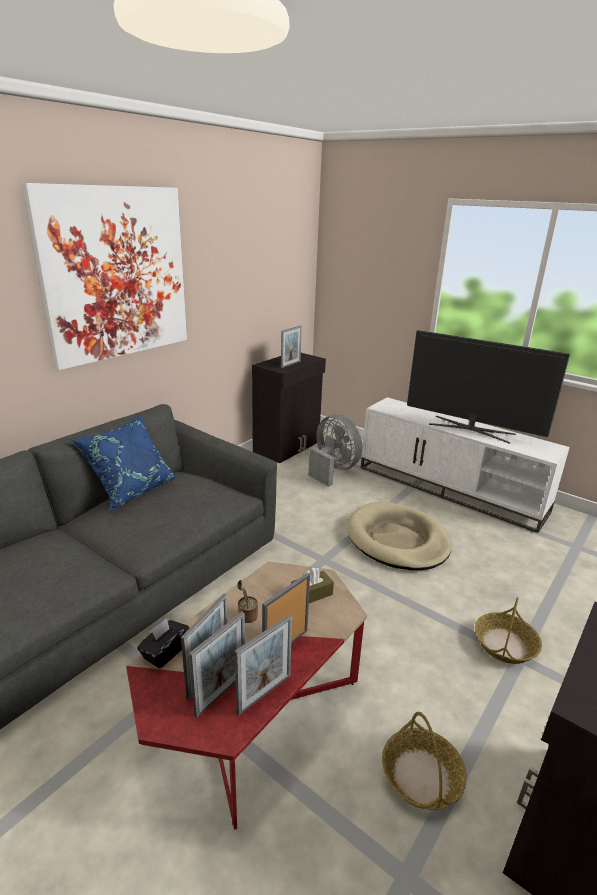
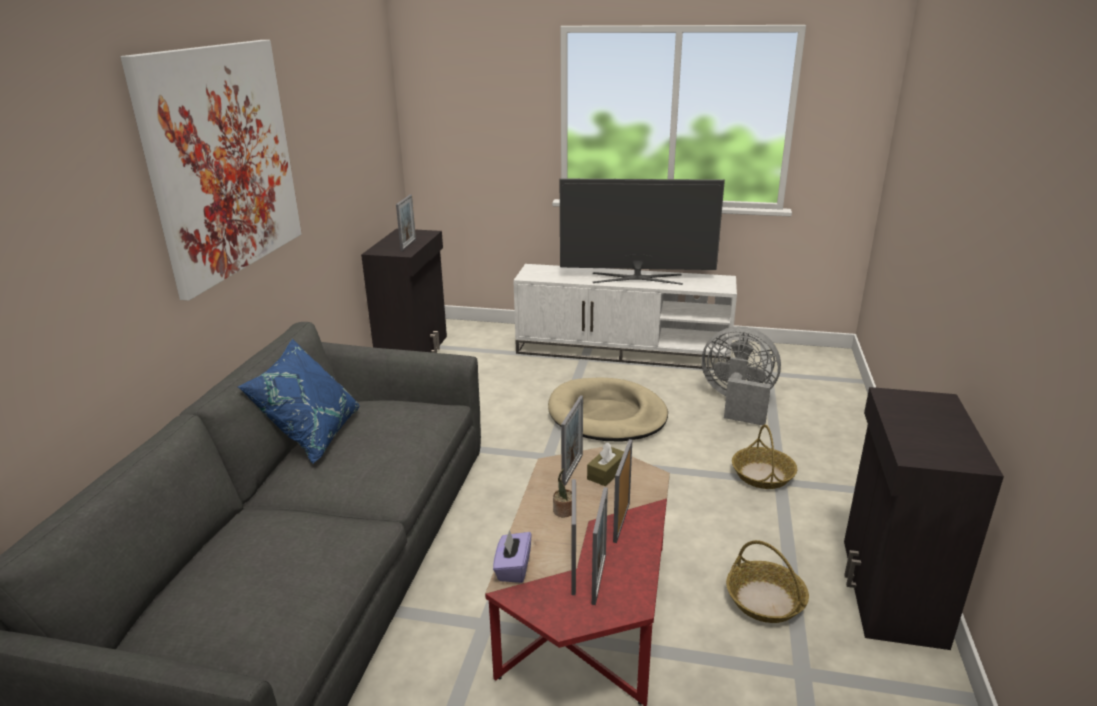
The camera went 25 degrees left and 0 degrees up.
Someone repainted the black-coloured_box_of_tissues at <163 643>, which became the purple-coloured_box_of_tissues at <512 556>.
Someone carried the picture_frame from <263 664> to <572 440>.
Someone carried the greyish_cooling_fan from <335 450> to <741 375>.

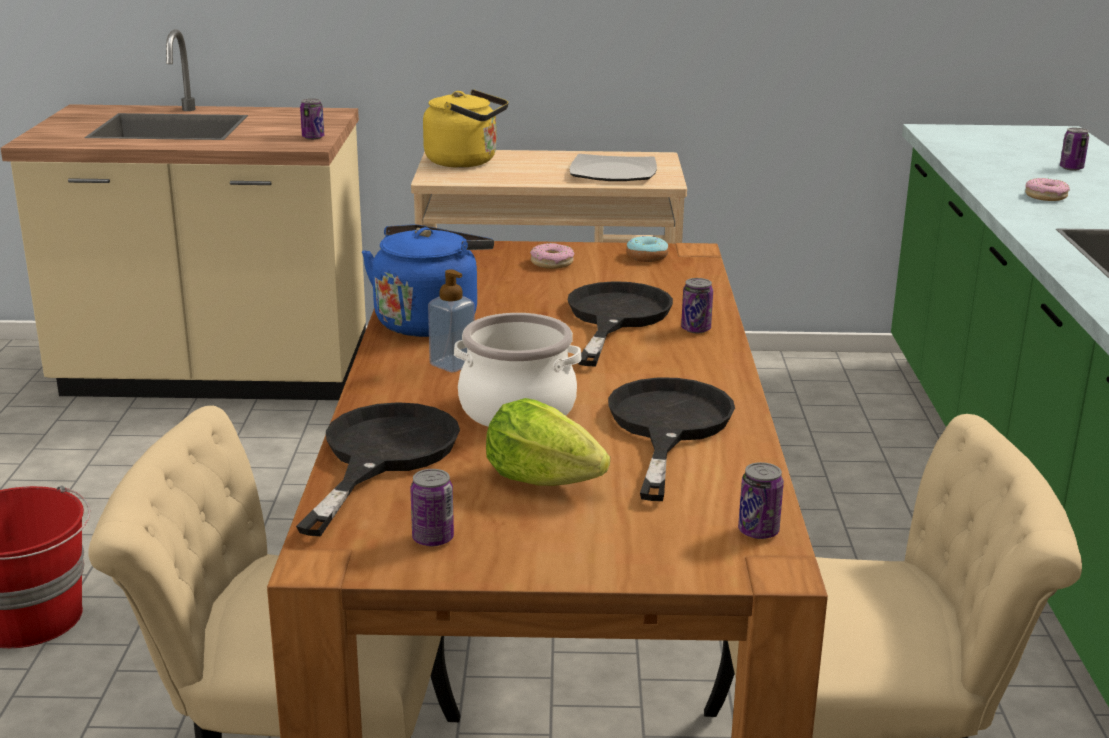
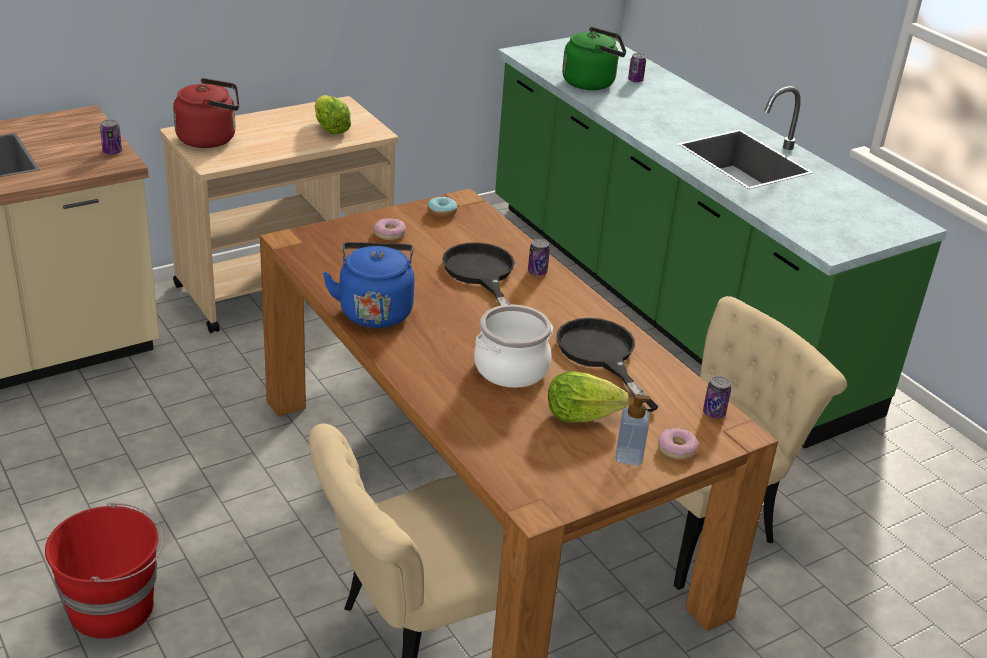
The camera went 35 degrees left and 10 degrees up.
Someone repainted the yellow-coloured_water_kettle at <466 128>, which became the reddish_water_kettle at <206 113>.
Someone swapped the plate at <613 167> for the lettuce_head at <333 114>.
Someone put down the greenish_water_kettle at <594 58>.
Someone carried the liquid_soap_bottle from <451 321> to <632 430>.
Someone carried the doughnut from <1047 189> to <678 444>.
Someone took away the black-coloured_skillet at <378 469>.
Someone took away the metal_can at <432 507>.

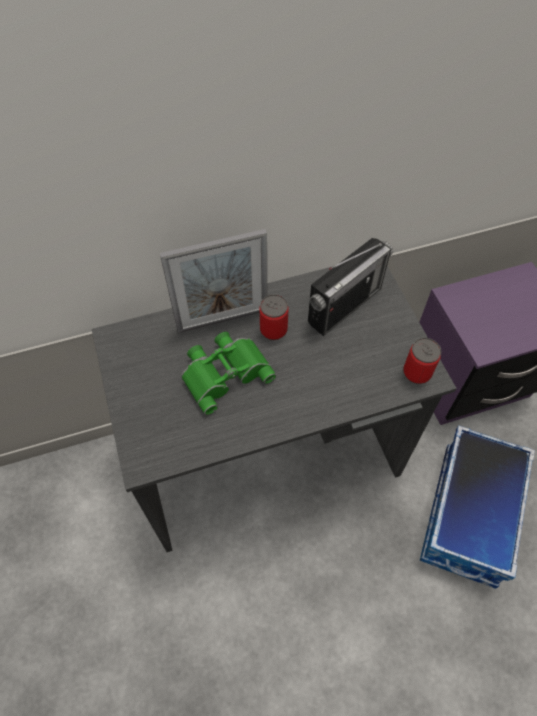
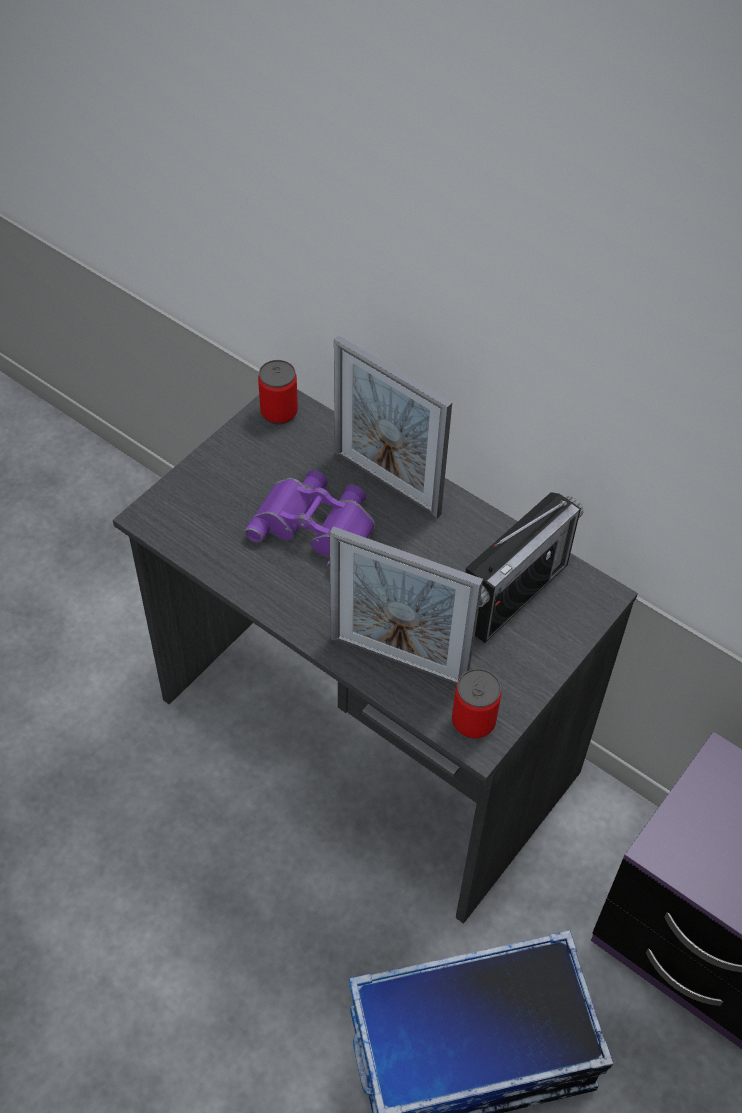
The camera went 55 degrees right and 5 degrees down.
Someone repainted the greenish_binoculars at <228 373>, which became the purple-coloured_binoculars at <310 520>.
Someone carried the metal_can from <274 317> to <278 392>.
Someone put down the picture_frame at <406 606>.
Someone rotated the radio_set at <350 287> by 60 degrees counterclockwise.

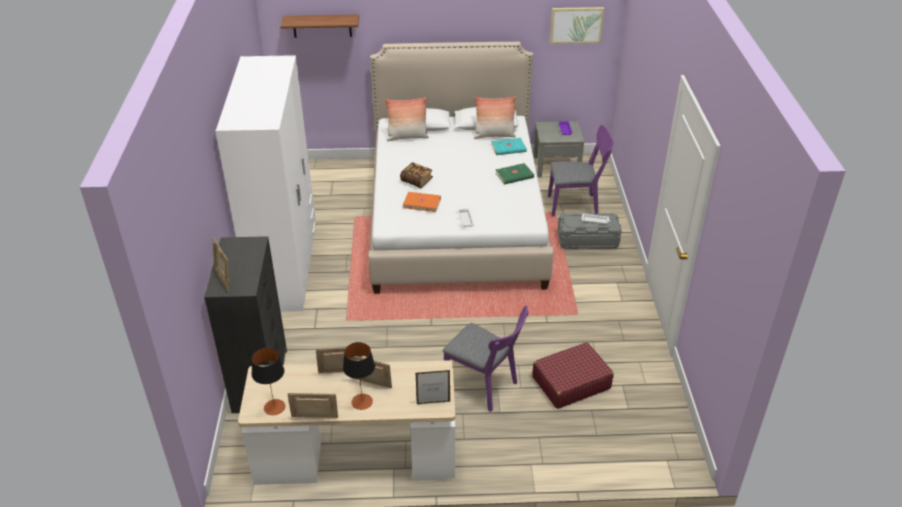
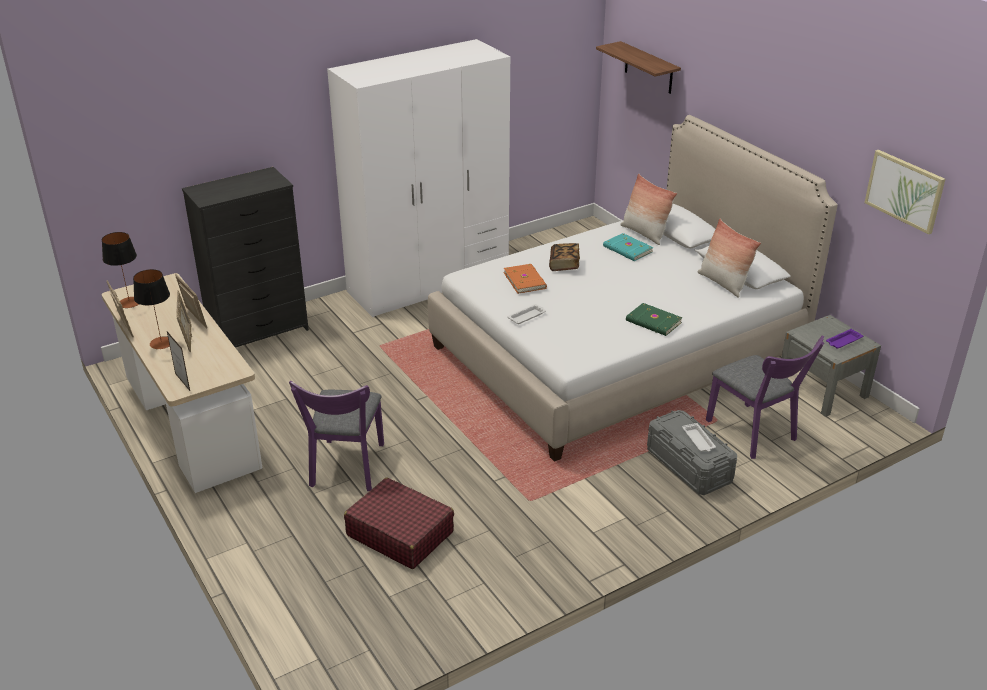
The camera went 60 degrees right and 5 degrees down.
Someone carried the turquoise_volume from <509 146> to <628 247>.
Someone took away the picture_frame at <220 264>.

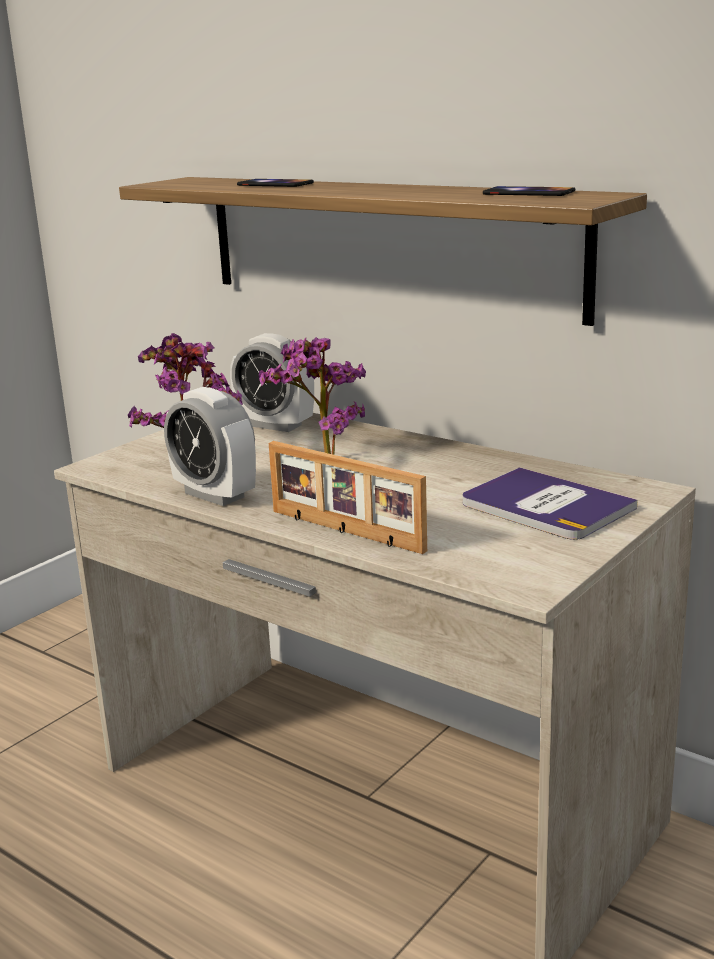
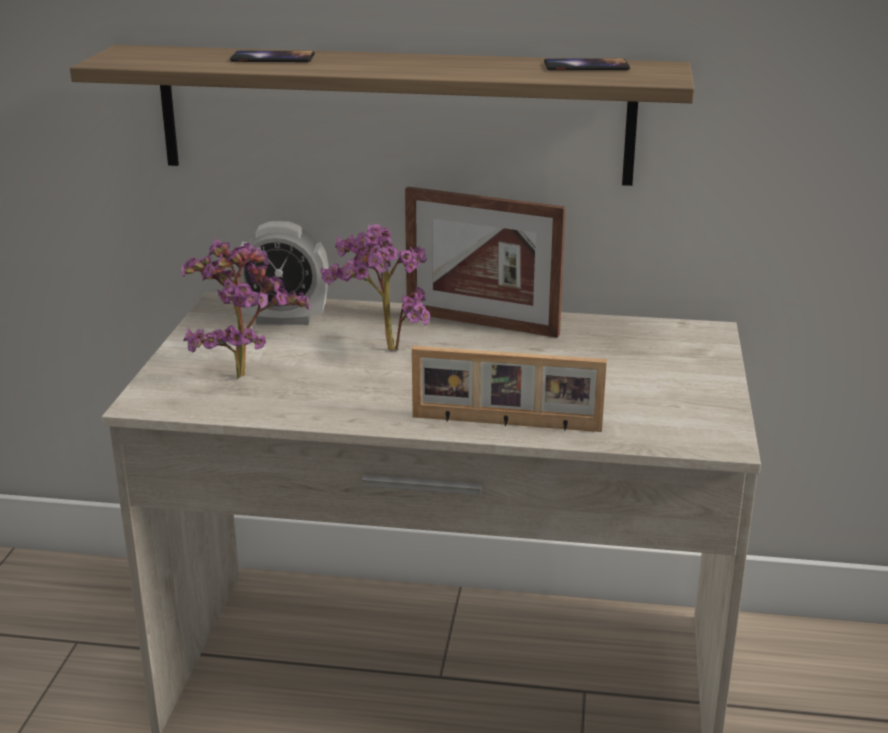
The camera went 30 degrees left and 5 degrees up.
Someone put down the picture_frame at <485 262>.
Someone took away the table_clock at <210 446>.
Someone took away the volume at <550 503>.

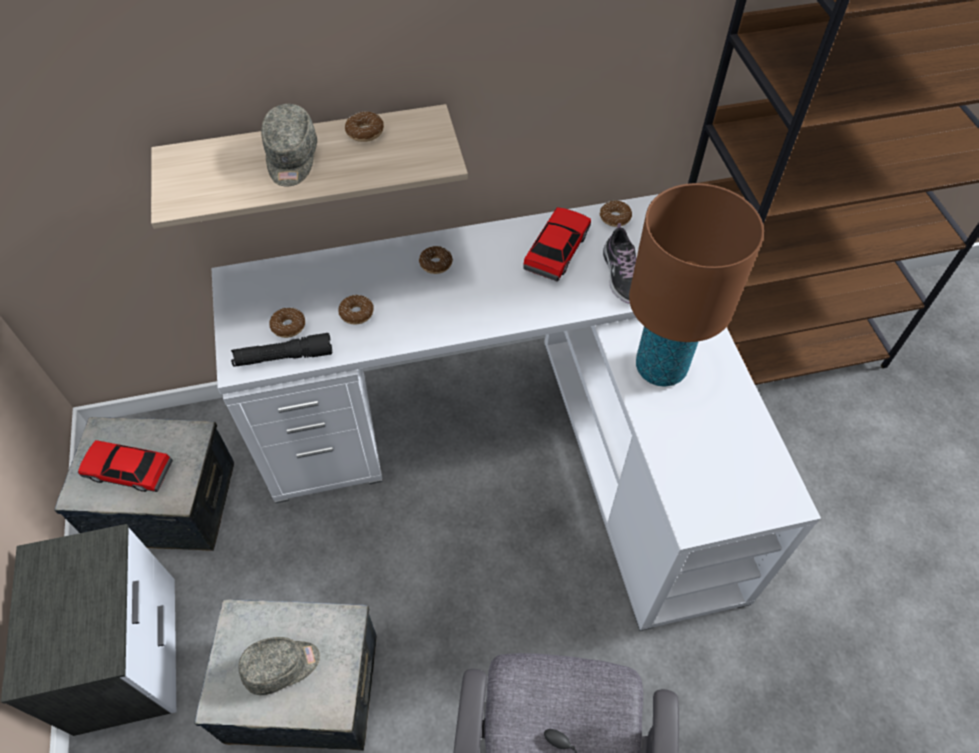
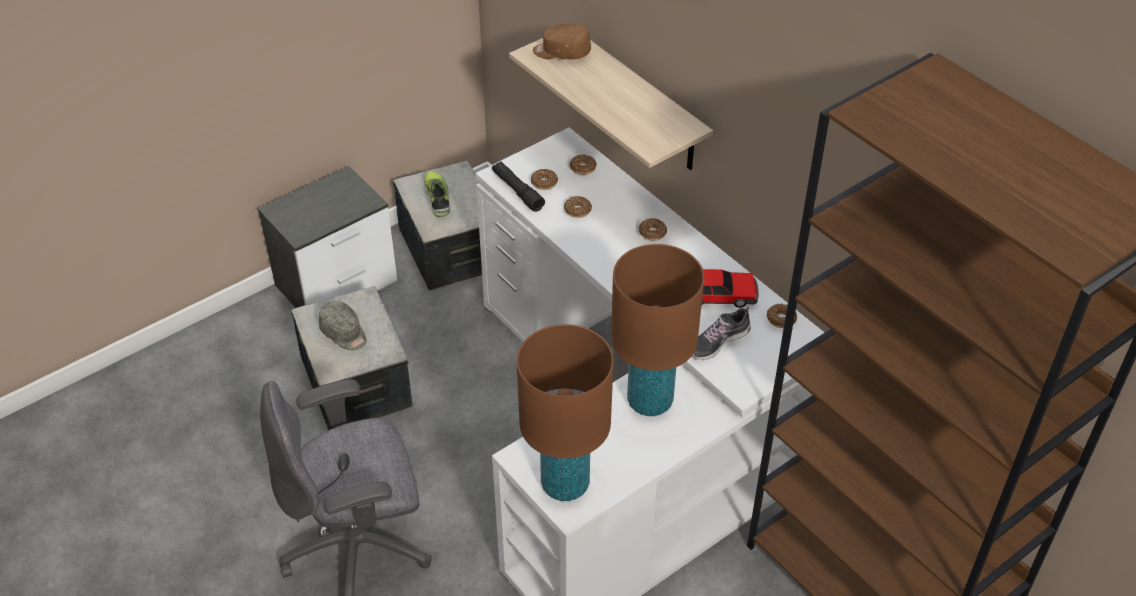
The camera went 65 degrees right and 10 degrees down.
Someone swapped the miniature_car at <125 466> for the low_shoe at <437 194>.
Someone put down the brown-coloured_table_lamp at <565 412>.
Someone put down the brown-coloured_peaked_cap at <562 41>.
Someone carried the doughnut from <364 126> to <583 164>.
Someone took away the greyish_peaked_cap at <289 145>.

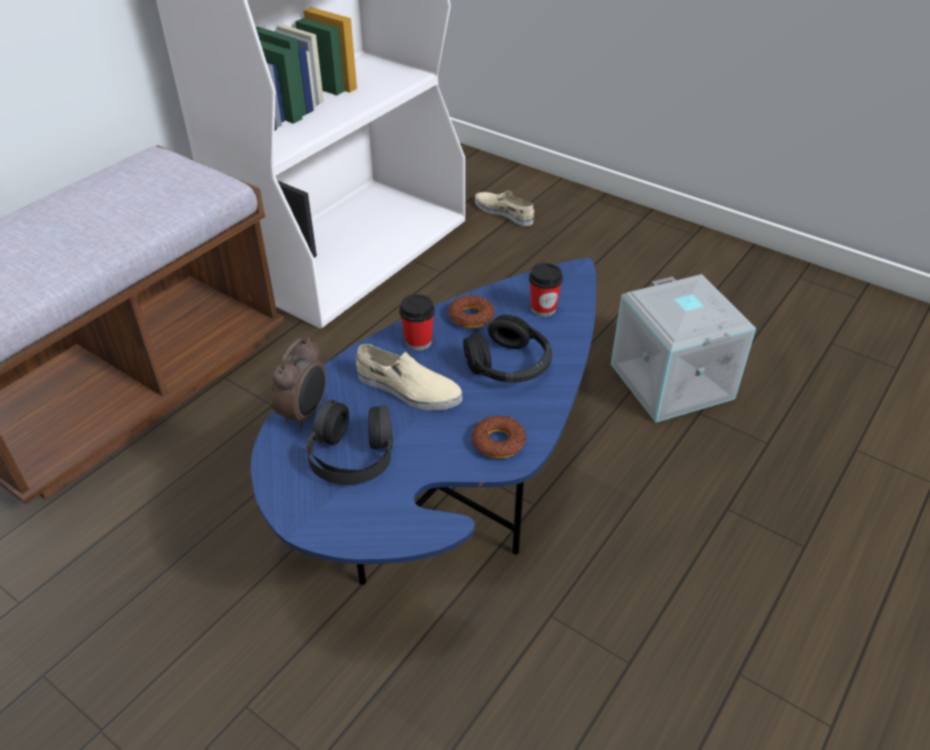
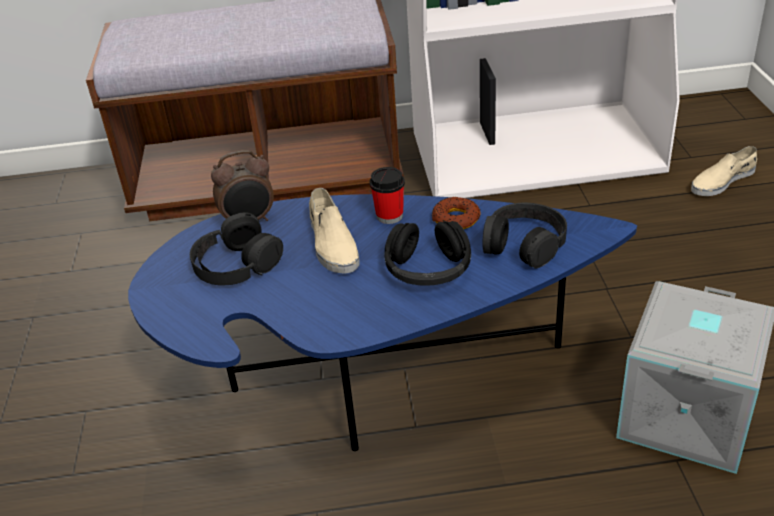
The camera went 50 degrees right and 5 degrees down.
Someone swapped the small_cup at <546 290> for the black-coloured_headphones at <524 235>.
Someone rotated the beige_low_shoe at <504 208> by 120 degrees counterclockwise.
Someone took away the doughnut at <498 437>.

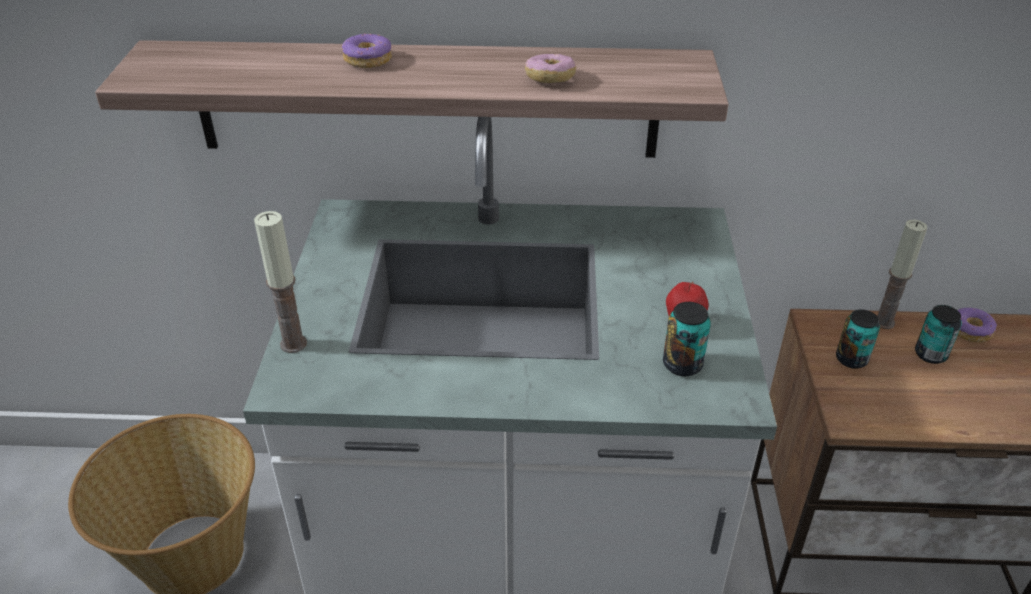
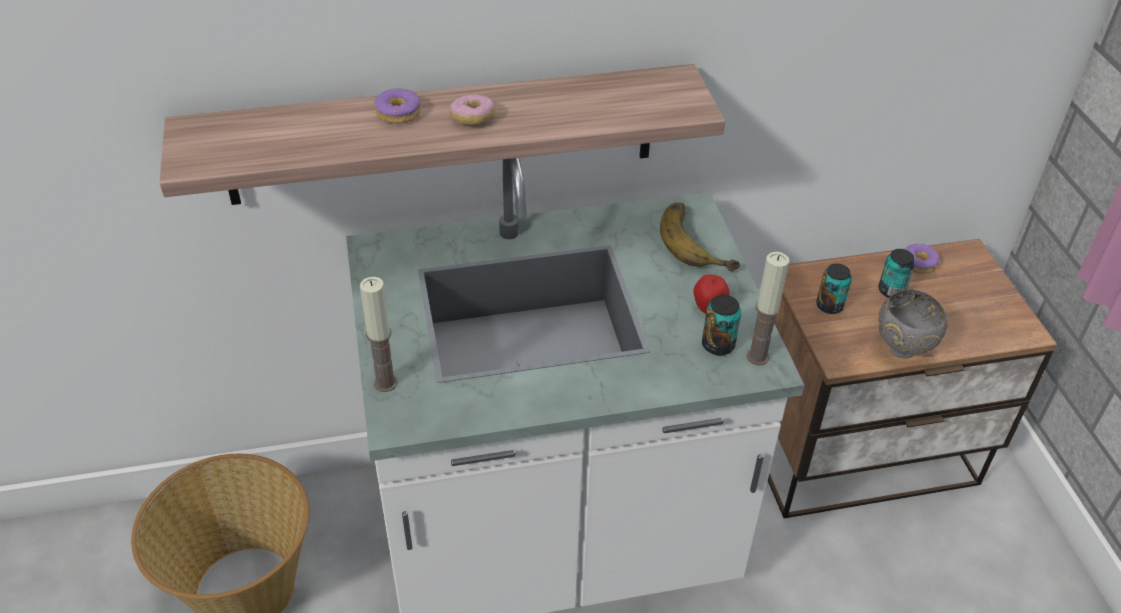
The camera went 15 degrees left and 5 degrees up.
Someone carried the doughnut from <550 68> to <472 109>.
Someone put down the banana at <700 236>.
Someone carried the wax_light from <902 274> to <767 308>.
Someone put down the greyish_deep_dish at <912 324>.

